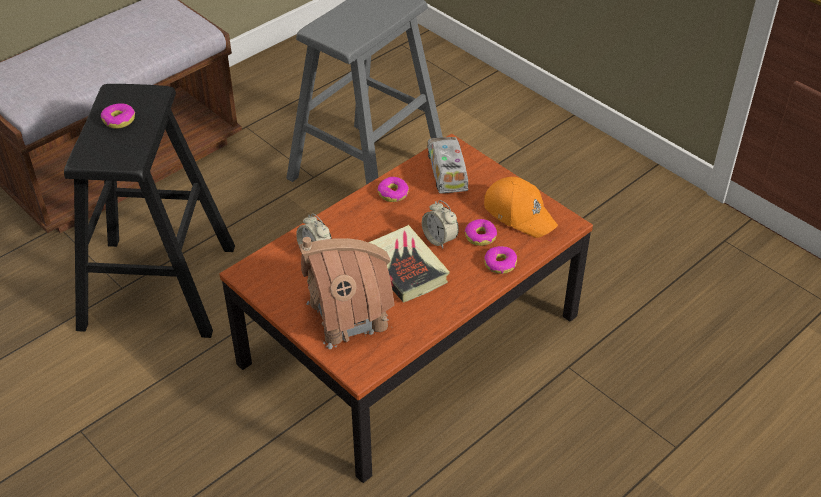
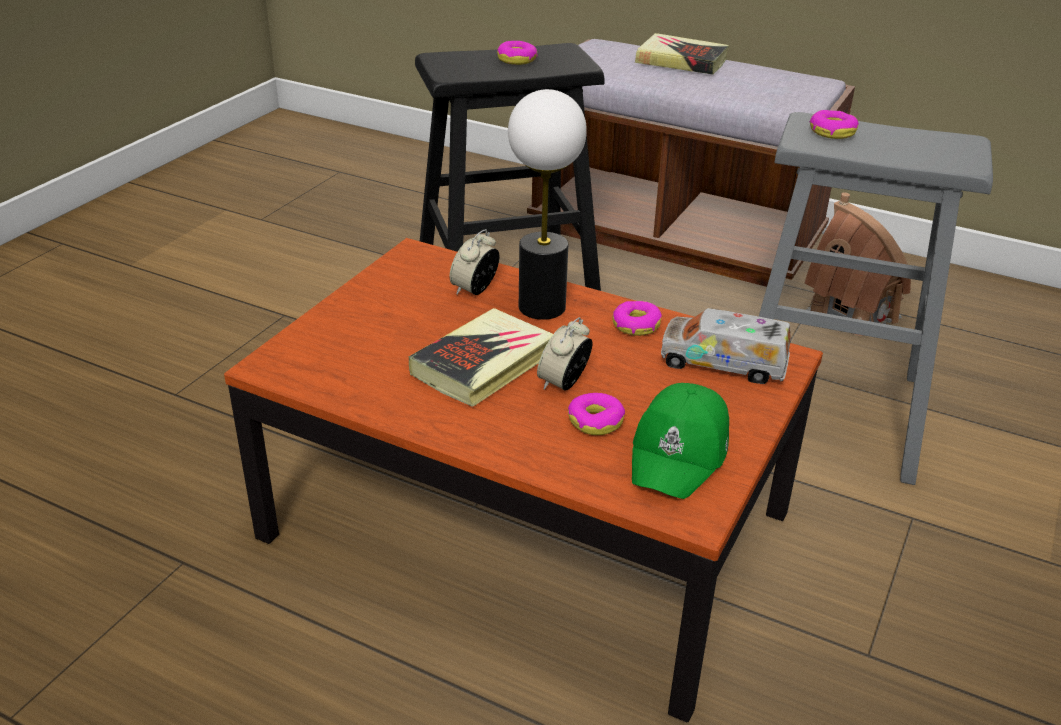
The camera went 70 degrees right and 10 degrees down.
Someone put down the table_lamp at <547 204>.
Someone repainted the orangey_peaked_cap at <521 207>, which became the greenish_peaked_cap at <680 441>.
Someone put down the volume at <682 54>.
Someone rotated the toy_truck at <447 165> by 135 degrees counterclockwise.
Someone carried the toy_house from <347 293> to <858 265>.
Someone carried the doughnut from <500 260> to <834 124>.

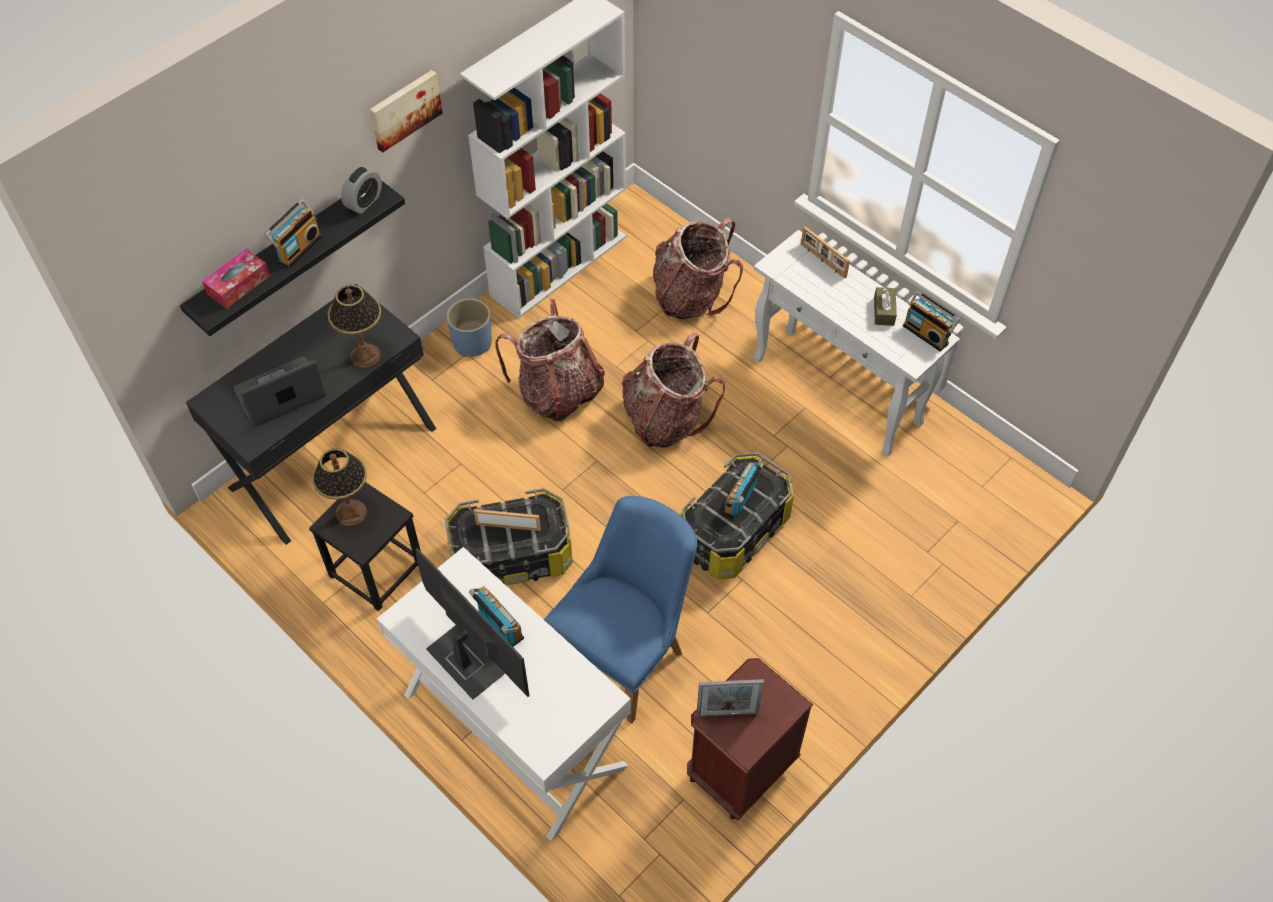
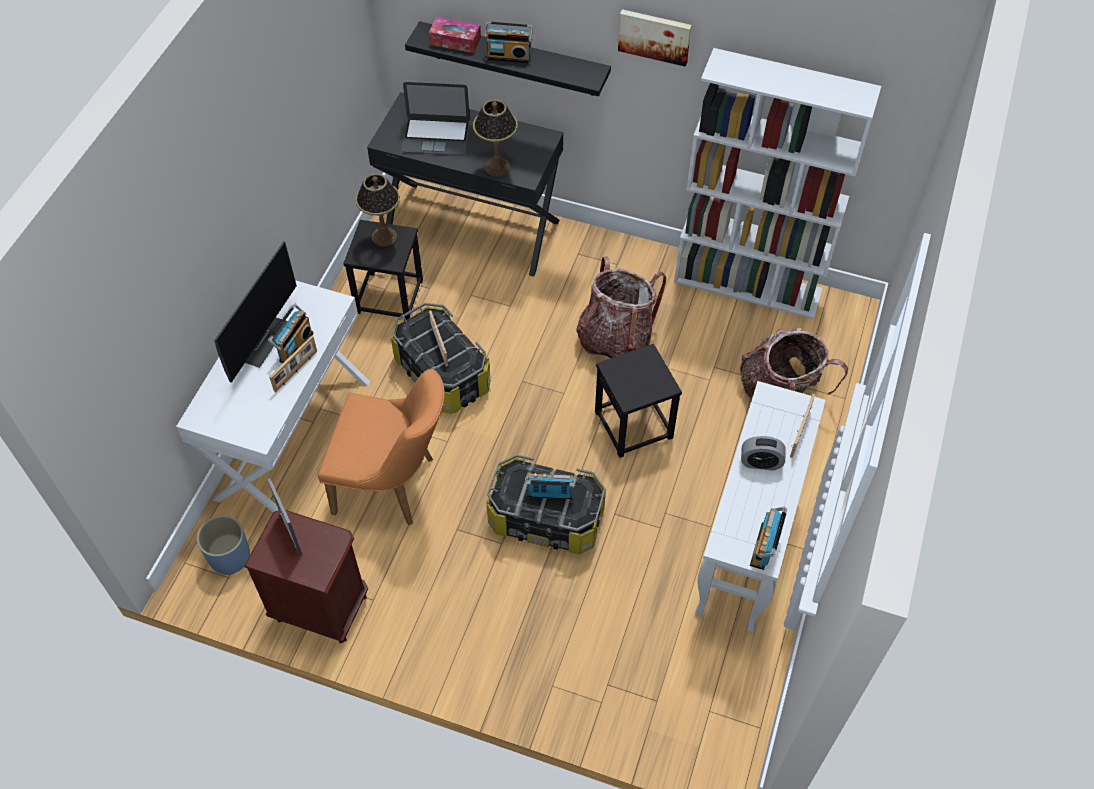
The camera went 65 degrees right and 0 degrees up.
Someone carried the blue-coloured_planter from <469 327> to <223 545>.
Someone put down the picture_frame at <293 363>.
Someone repainted the blue-coloured_chair at <620 610>, which became the orangey_chair at <381 447>.
Someone rotated the portable_computer at <280 392> by 150 degrees clockwise.
Someone swapped the knapsack at <673 390> for the black-coloured_stool at <638 401>.
Someone carried the table_clock from <361 190> to <763 453>.
Someone took away the brown-coloured_box_of_tissues at <885 306>.

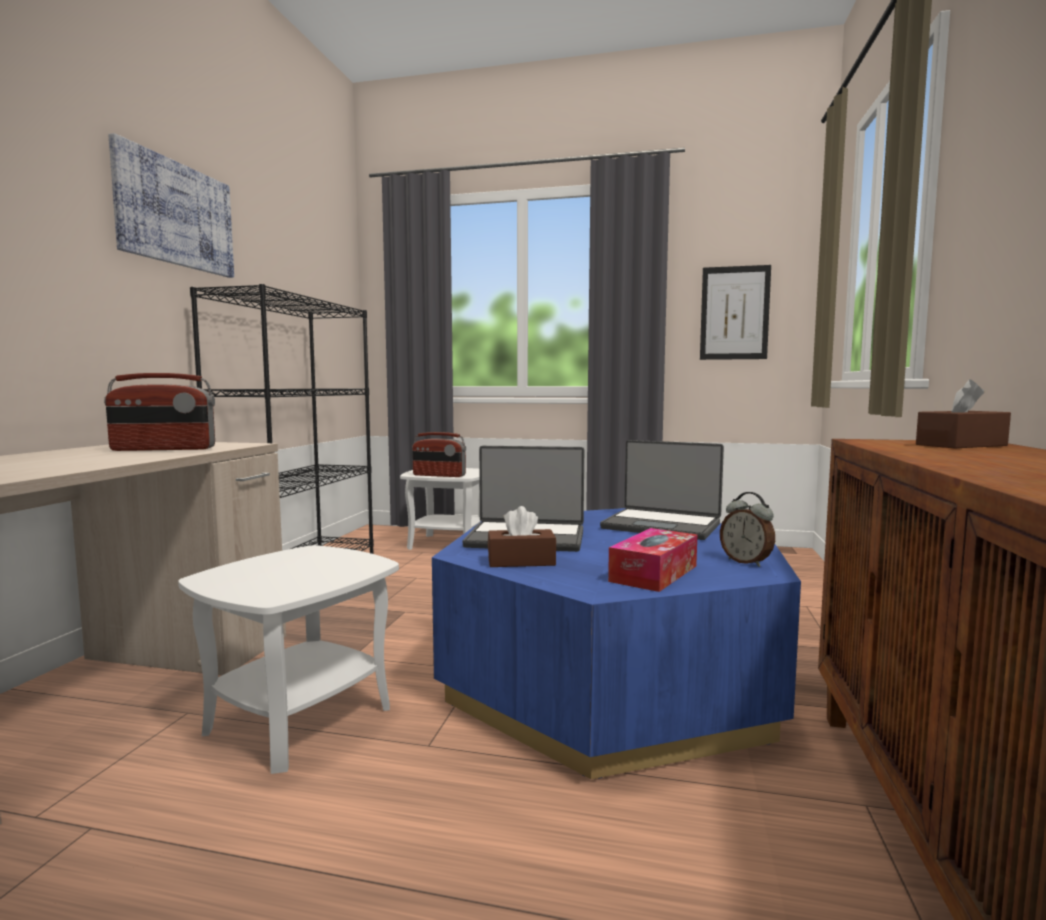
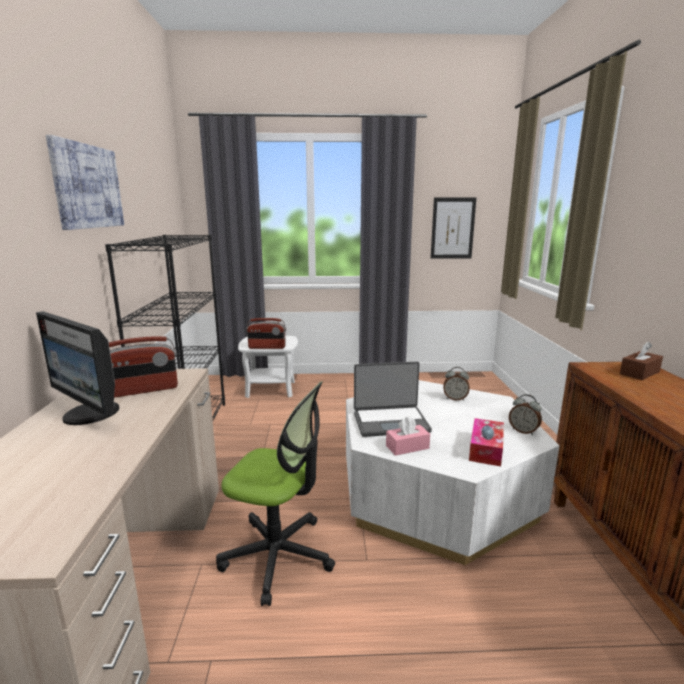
The camera went 15 degrees left and 10 degrees up.
Someone put down the computer_display at <77 368>.
Someone swapped the white_end_table at <288 659> for the office_chair at <275 494>.
Someone repainted the blue-coloured_low_table at <616 643>, which became the white_low_table at <452 472>.
Someone repainted the brown-coloured_box_of_tissues at <522 536>, which became the pink_box_of_tissues at <408 436>.
Someone swapped the portable_computer at <662 490> for the table_clock at <456 383>.

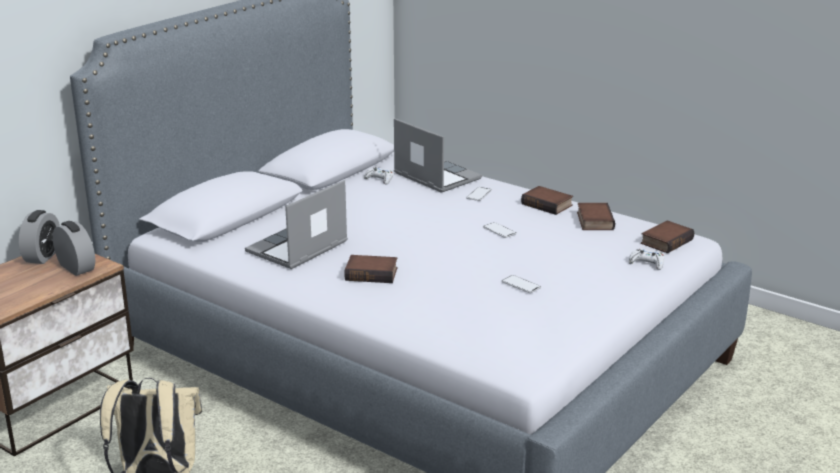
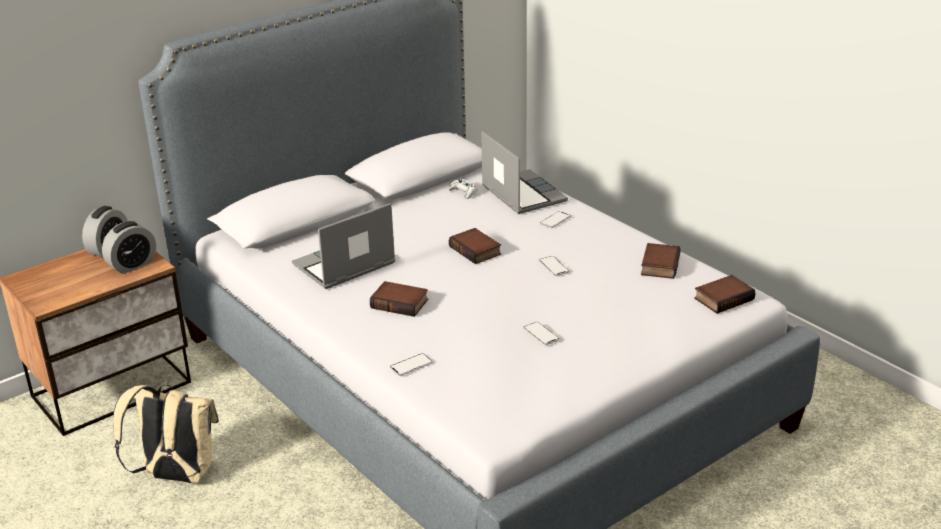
The camera went 15 degrees right and 5 degrees up.
Someone rotated the table_clock at <74 248> by 75 degrees clockwise.
Someone put down the phone at <411 364>.
Someone carried the volume from <547 200> to <475 246>.
Someone took away the white_game_controller at <646 259>.

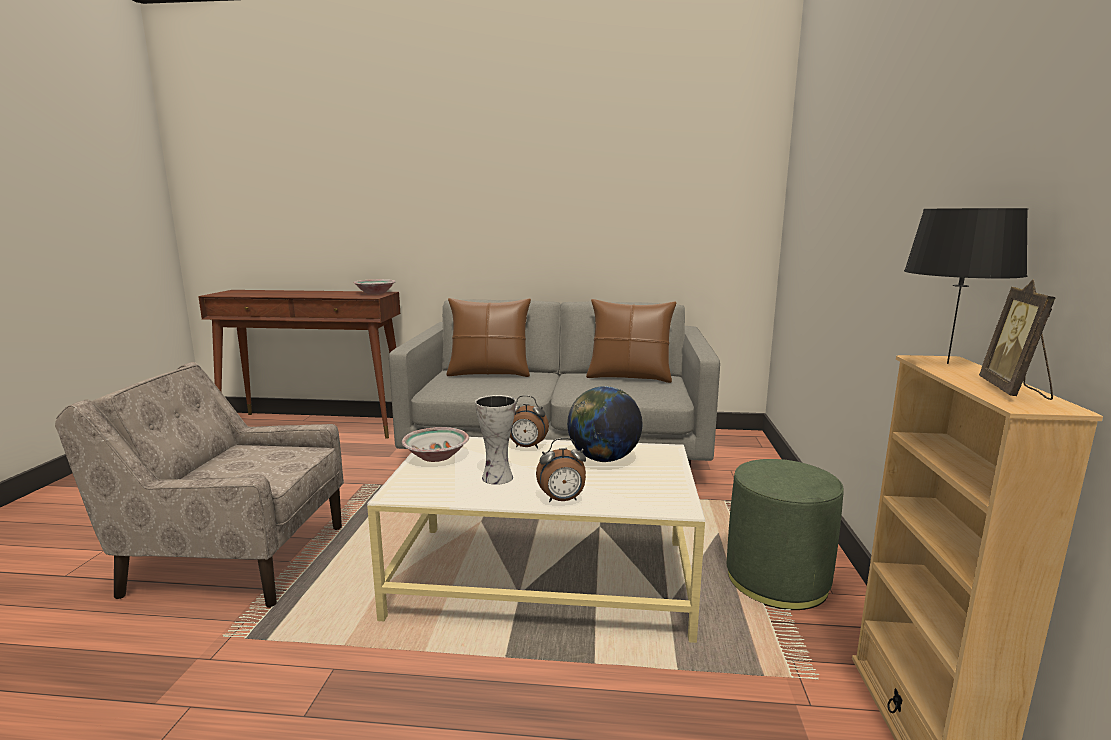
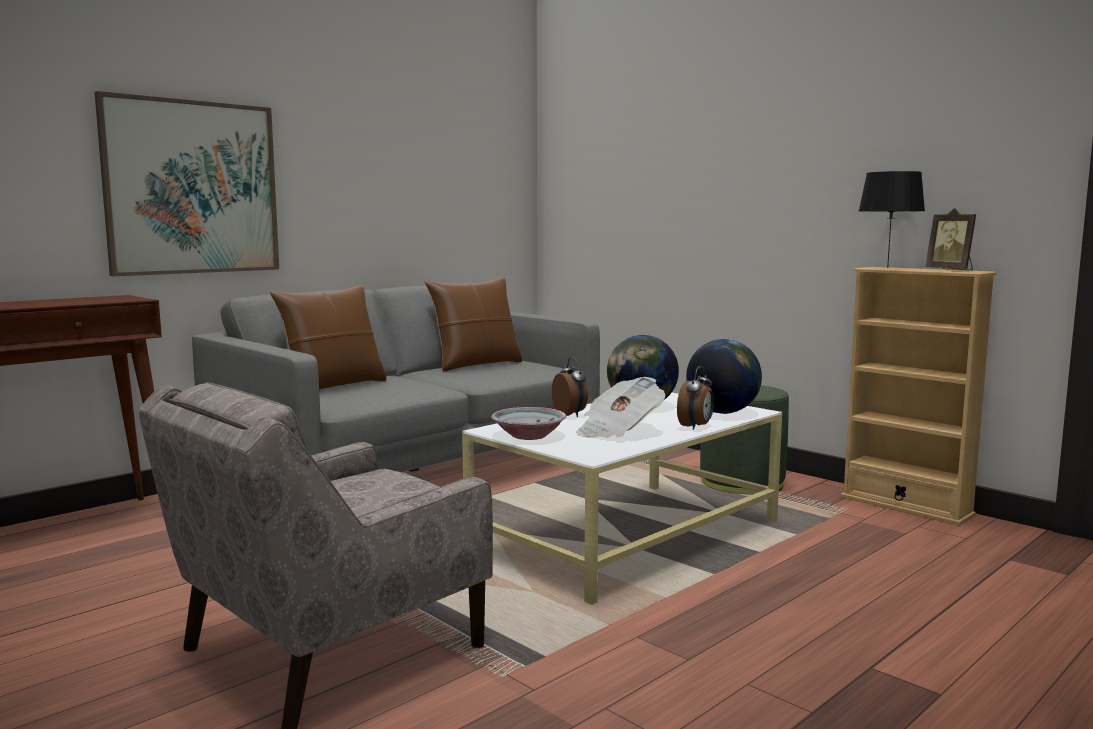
The camera went 50 degrees left and 5 degrees down.
Someone put up the picture at <187 183>.
Someone rotated the table_clock at <529 422> by 75 degrees counterclockwise.
Someone swapped the decorative_vase at <495 440> for the newspaper at <620 407>.
Someone put down the world_globe at <724 376>.
Someone took away the deep_dish at <375 286>.

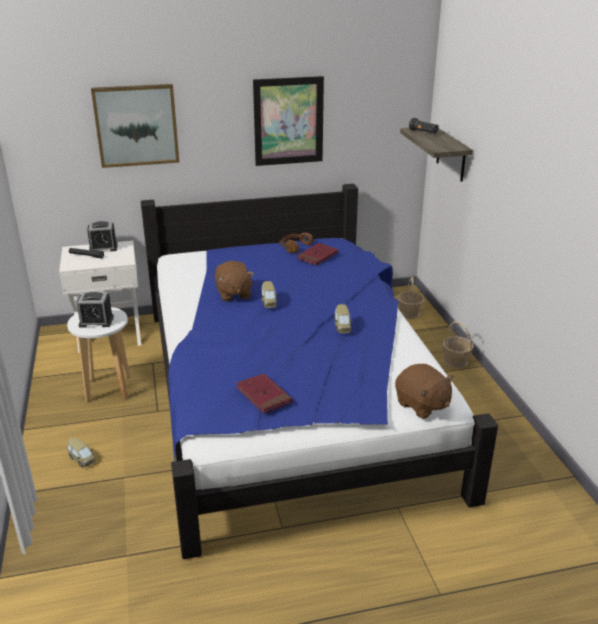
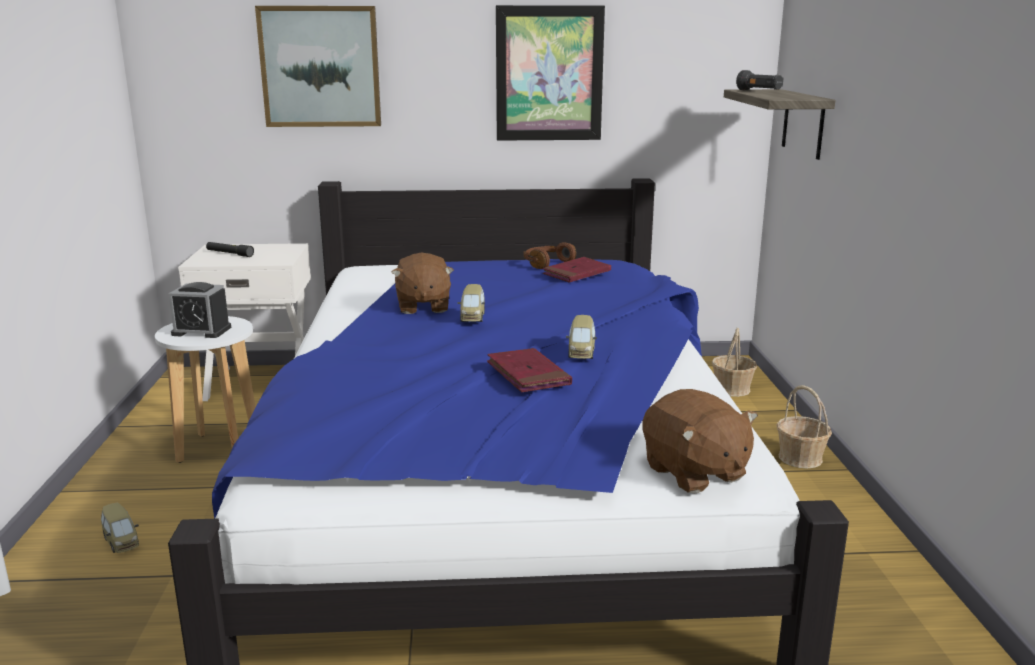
The camera went 10 degrees right and 10 degrees down.
Someone carried the reddish_volume from <264 393> to <529 370>.
Someone took away the table_clock at <102 236>.

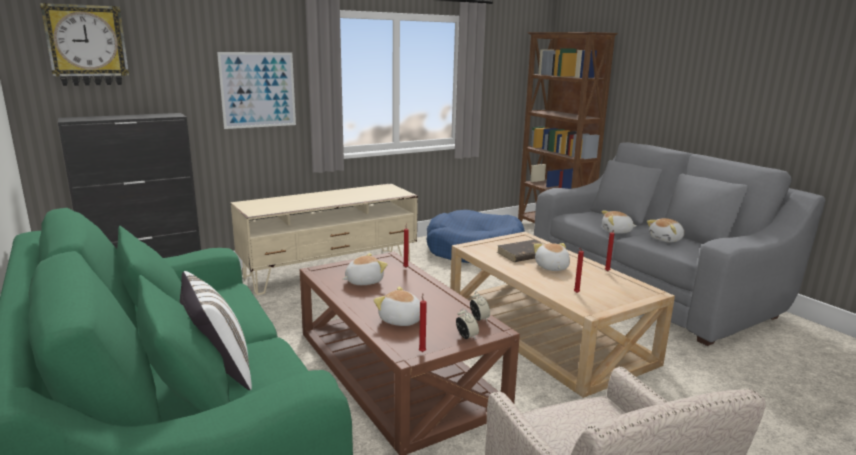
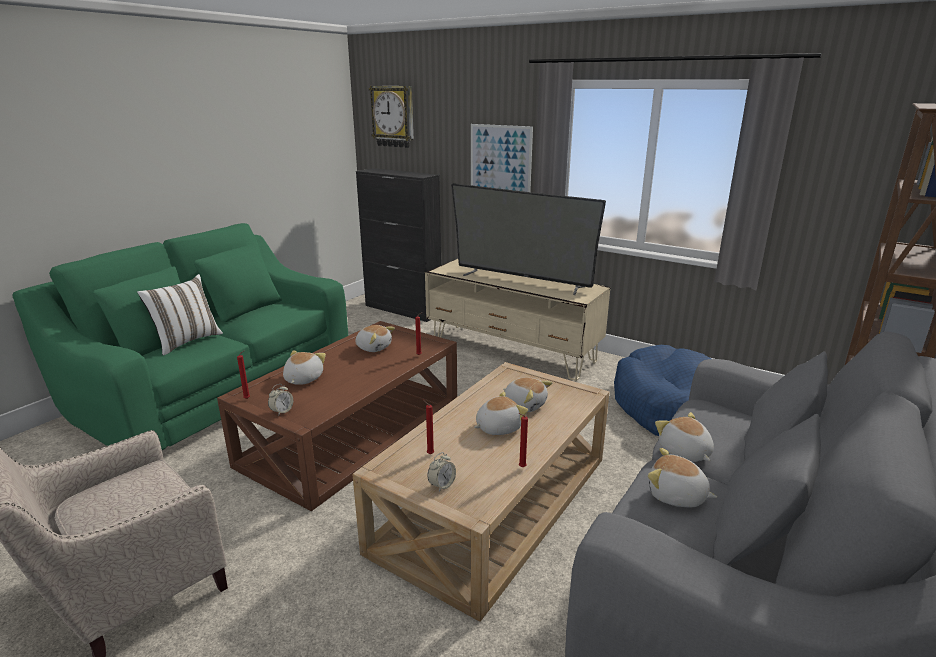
The camera went 65 degrees right and 5 degrees up.
Someone carried the table_clock from <480 306> to <442 472>.
Someone put down the TV at <528 239>.
Someone swapped the brown-coloured_volume at <520 250> for the plush_toy at <527 394>.

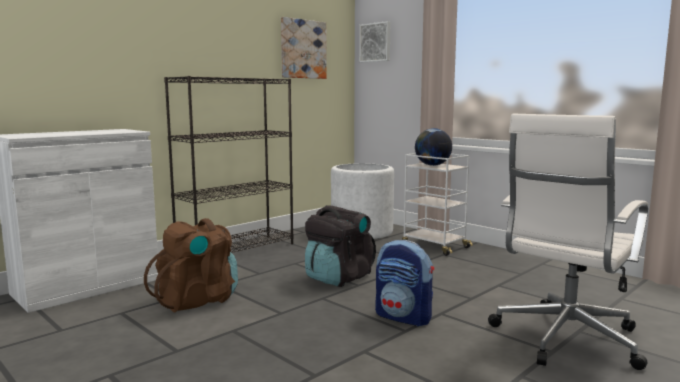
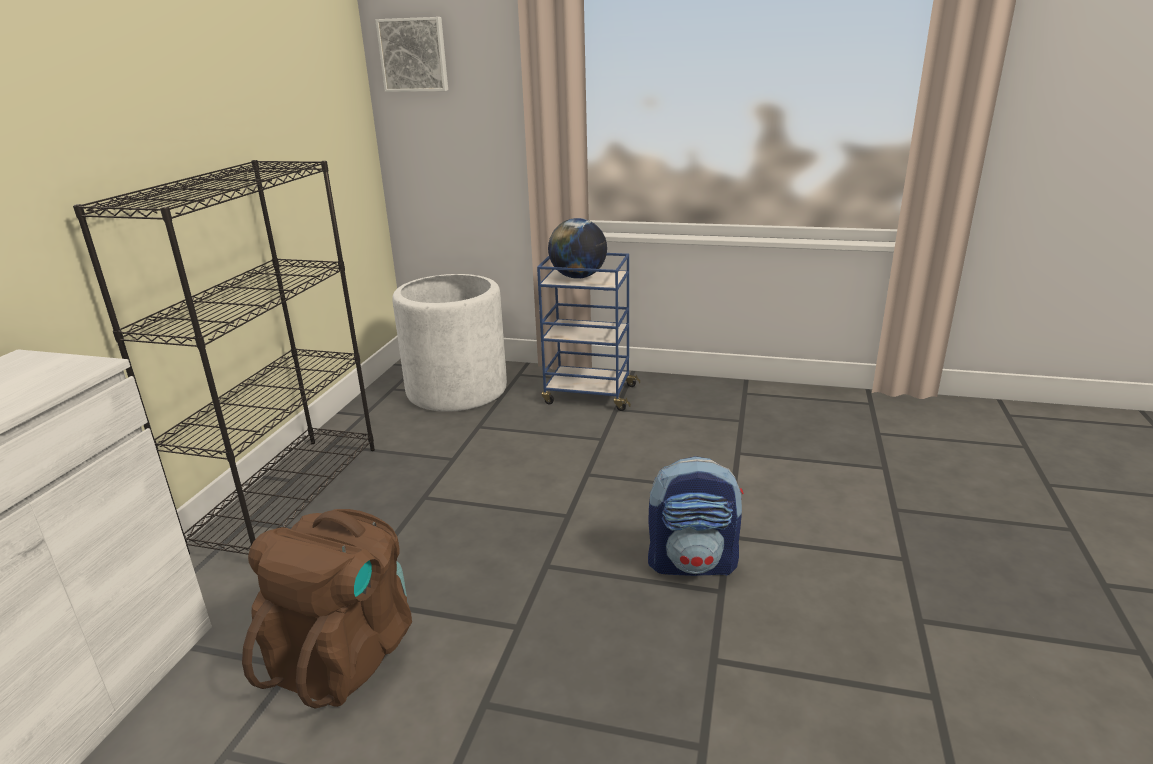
The camera went 30 degrees left and 15 degrees up.
Someone repainted the white_cart at <437 204>, which became the blue-coloured_cart at <588 332>.
Someone took away the picture at <304 48>.
Someone took away the black-coloured_knapsack at <340 246>.
Someone took away the white_office_chair at <568 242>.

